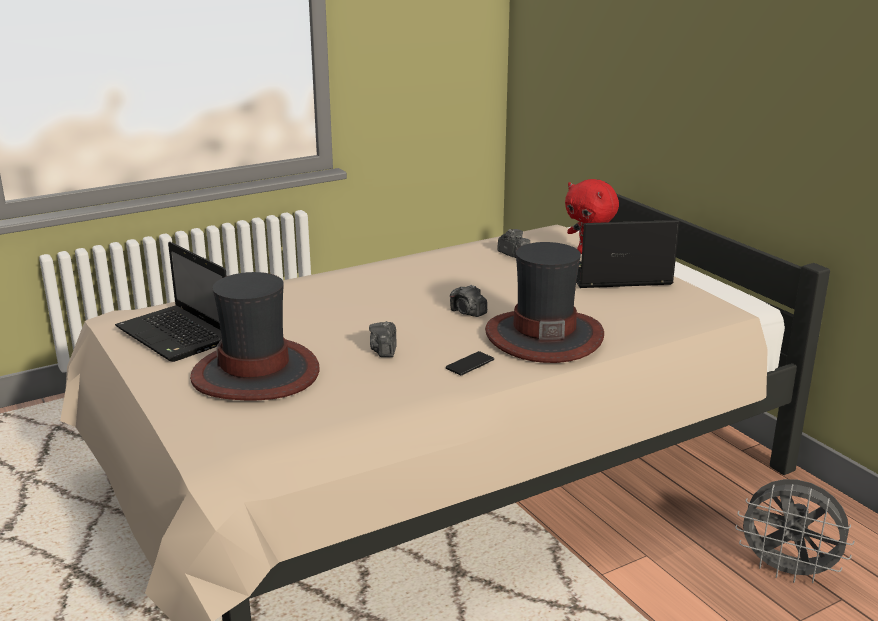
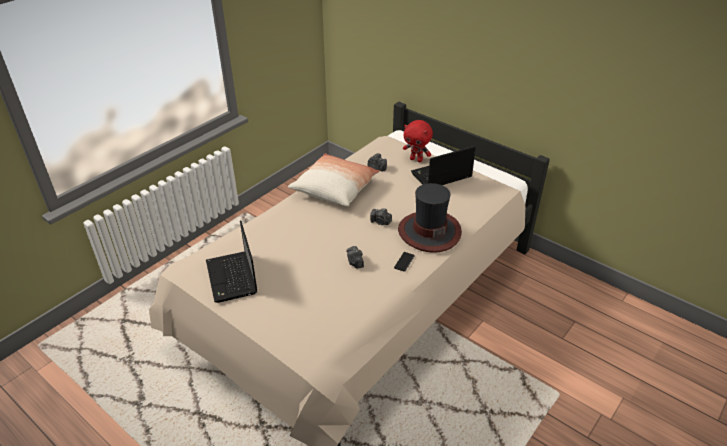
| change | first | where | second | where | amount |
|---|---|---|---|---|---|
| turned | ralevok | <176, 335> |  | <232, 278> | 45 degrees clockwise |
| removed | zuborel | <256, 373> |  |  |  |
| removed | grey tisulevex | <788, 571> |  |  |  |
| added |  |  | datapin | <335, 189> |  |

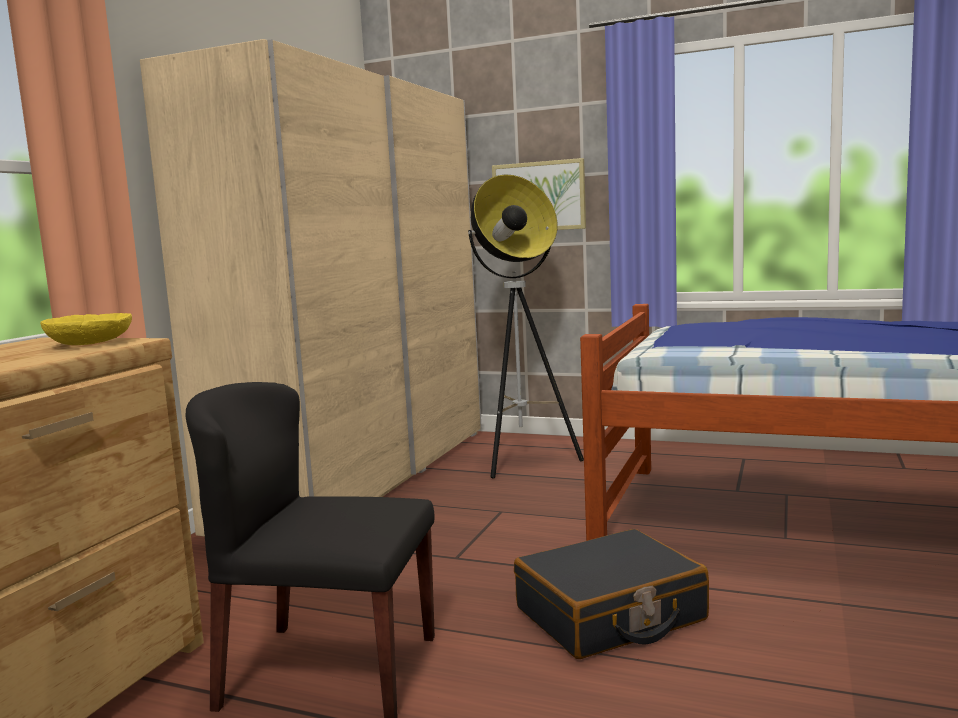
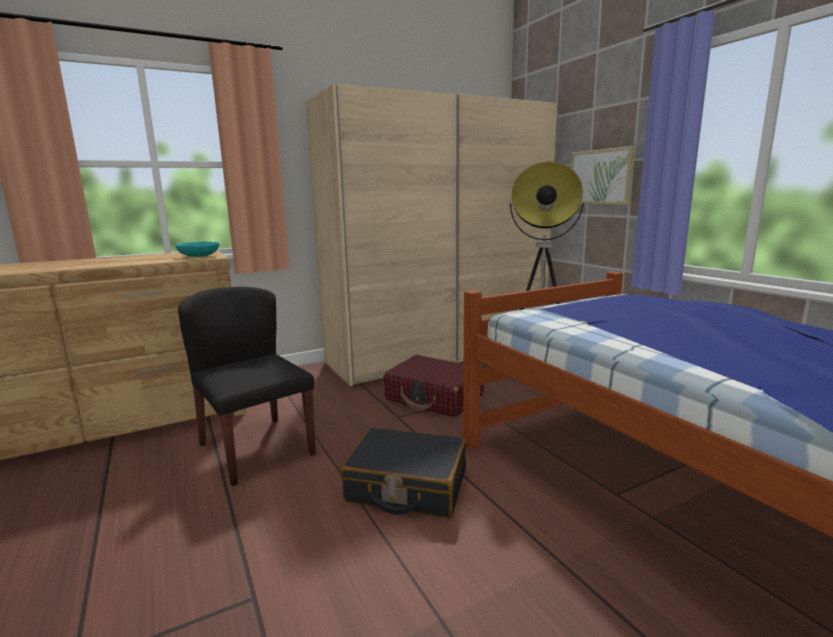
| change | first | where | second | where | amount |
|---|---|---|---|---|---|
| recoloured | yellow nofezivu | <89, 344> | turquoise nofezivu | <199, 256> |  |
| added |  |  | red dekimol | <434, 397> |  |

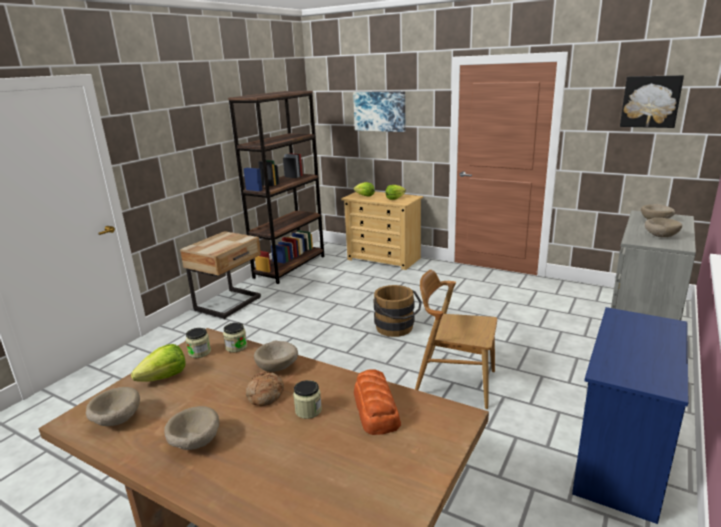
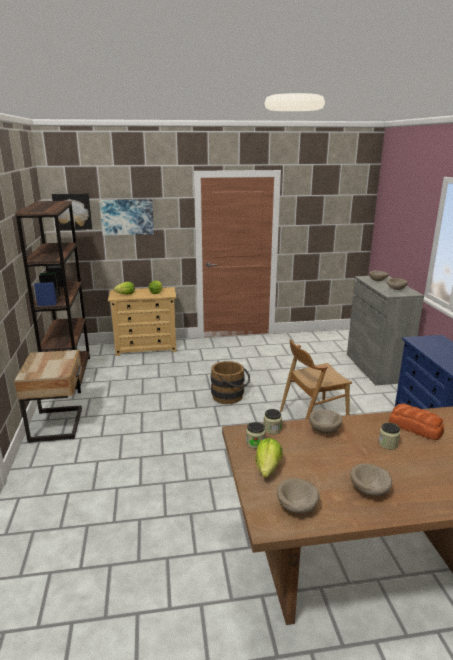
| change | first | where | second | where | amount |
|---|---|---|---|---|---|
| removed | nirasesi | <265, 395> |  |  |  |
| moved | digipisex | <650, 101> |  | <72, 211> |  |

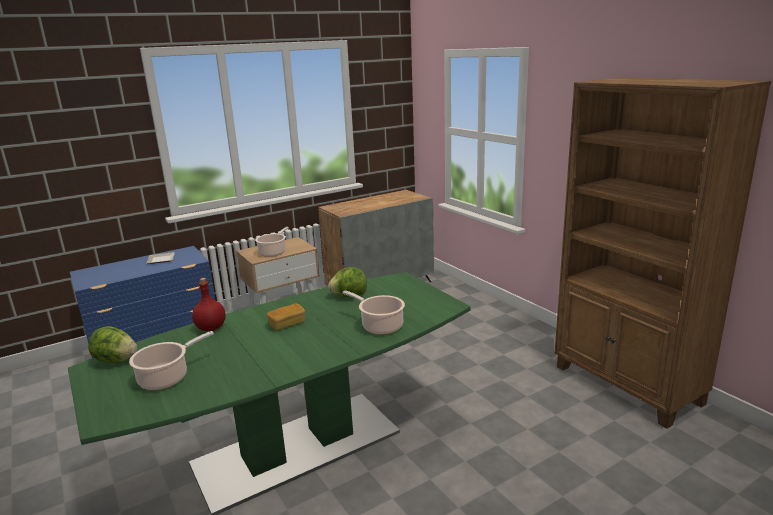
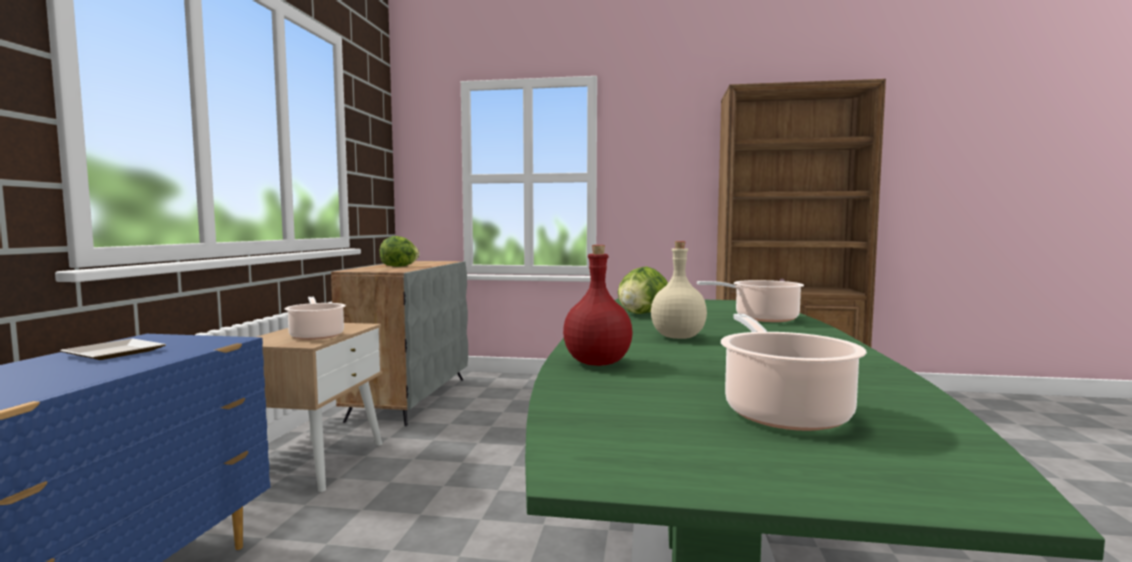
| change | first | where | second | where | amount |
|---|---|---|---|---|---|
| moved | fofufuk | <116, 360> |  | <399, 266> |  |
| replaced | nirasesi | <287, 324> | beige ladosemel | <677, 337> |  |

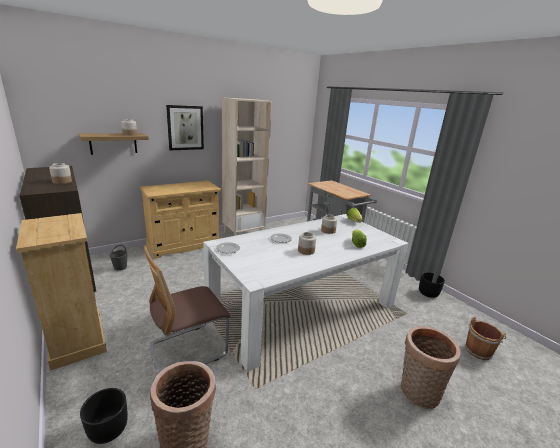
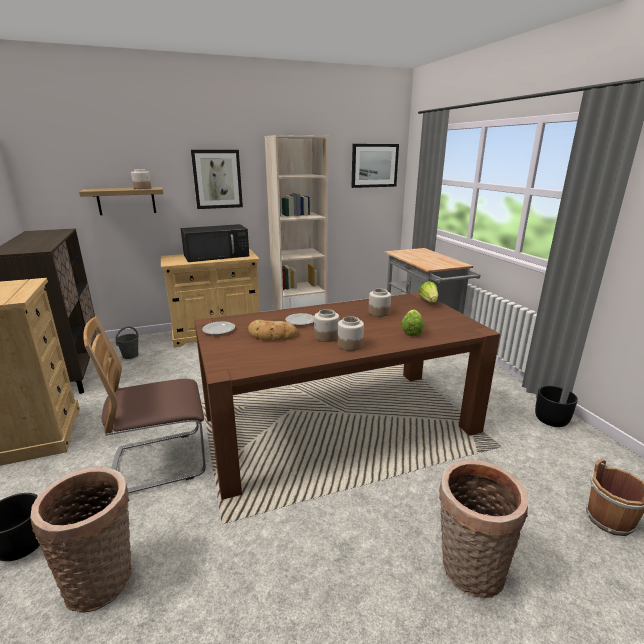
| change | first | where | second | where | amount |
|---|---|---|---|---|---|
| moved | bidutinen | <62, 181> |  | <350, 345> |  |
| recoloured | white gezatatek | <303, 307> | brown gezatatek | <339, 422> |  |
| added |  |  | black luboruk | <217, 255> |  |
| added |  |  | nirasesi | <271, 335> |  |
| added |  |  | digipisex | <374, 165> |  |

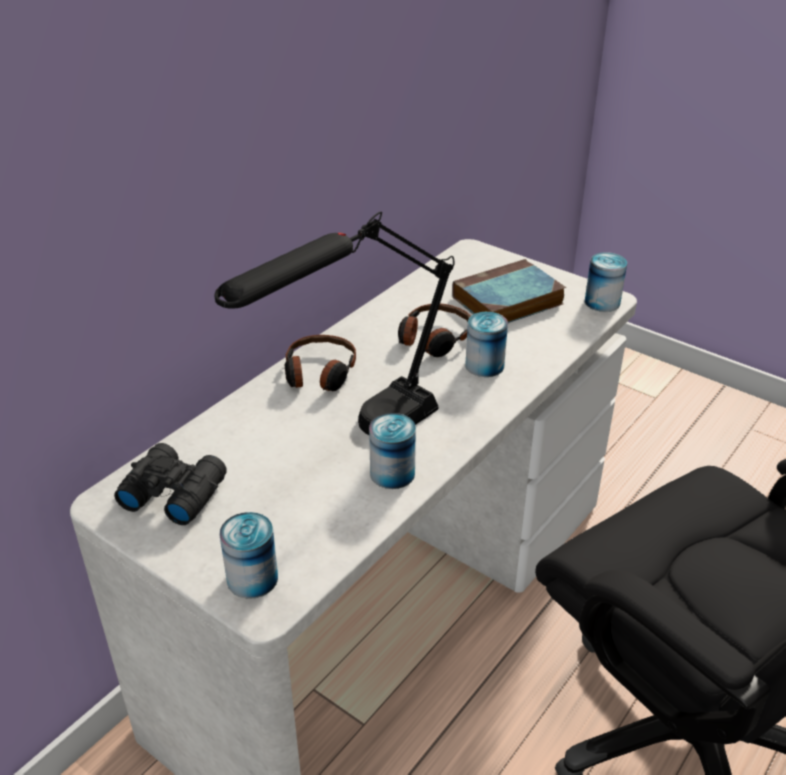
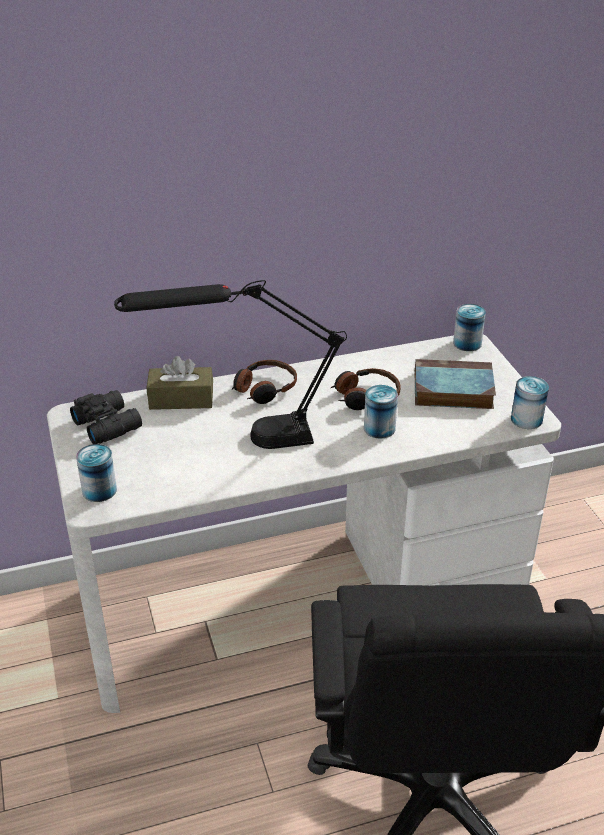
| change | first | where | second | where | amount |
|---|---|---|---|---|---|
| moved | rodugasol | <392, 473> |  | <467, 343> |  |
| added |  |  | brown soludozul | <181, 399> |  |

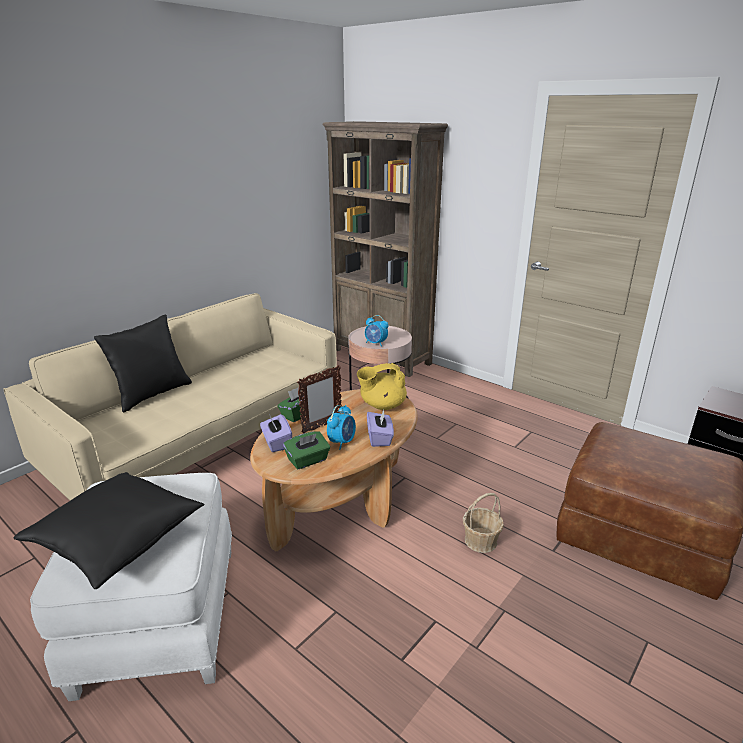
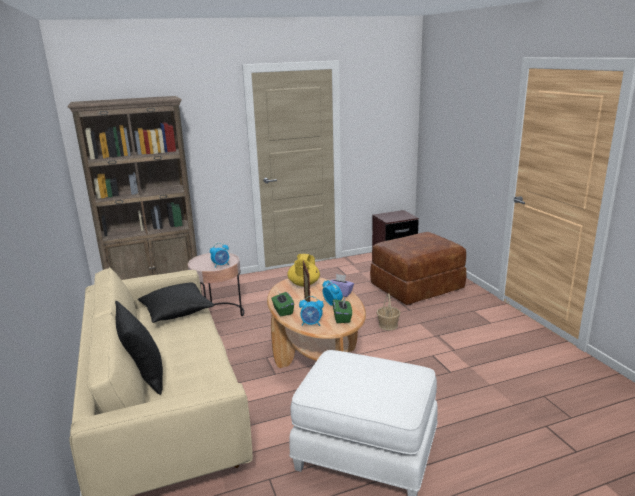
| change | first | where | second | where | amount |
|---|---|---|---|---|---|
| moved | black datapin | <117, 539> |  | <176, 311> |  |
| replaced | purple soludozul | <276, 443> | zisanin | <311, 324> |  |

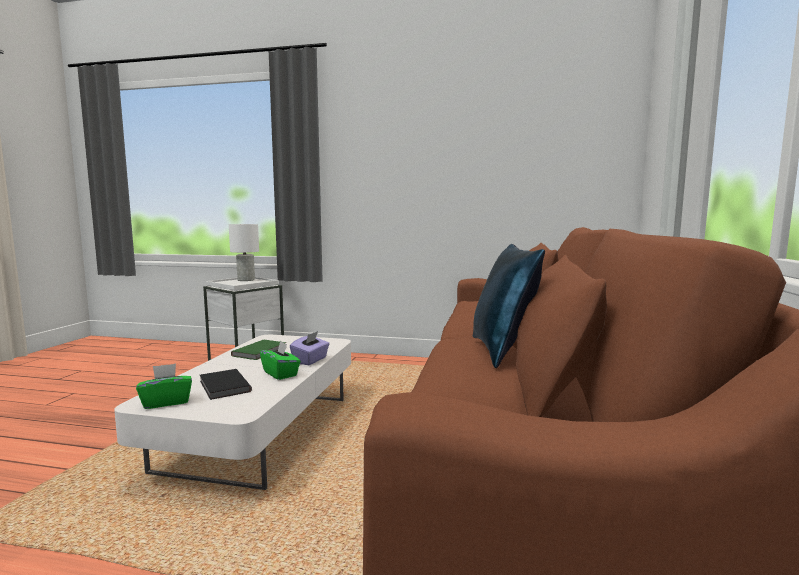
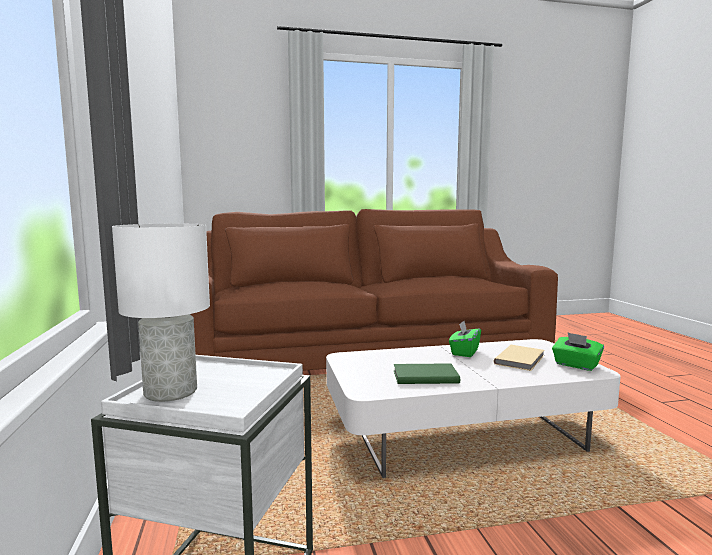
| change | first | where | second | where | amount |
|---|---|---|---|---|---|
| recoloured | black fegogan | <223, 386> | beige fegogan | <521, 360> |  |
| removed | purple soludozul | <310, 360> |  |  |  |
| removed | blue datapin | <503, 351> |  |  |  |

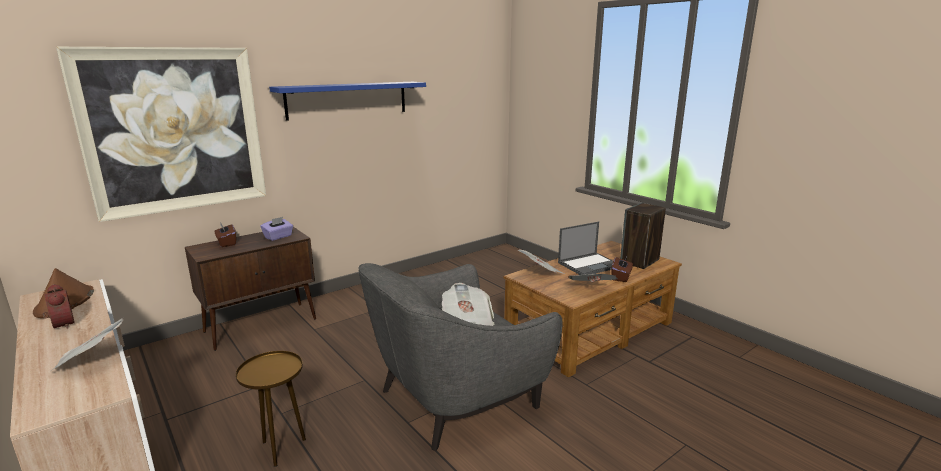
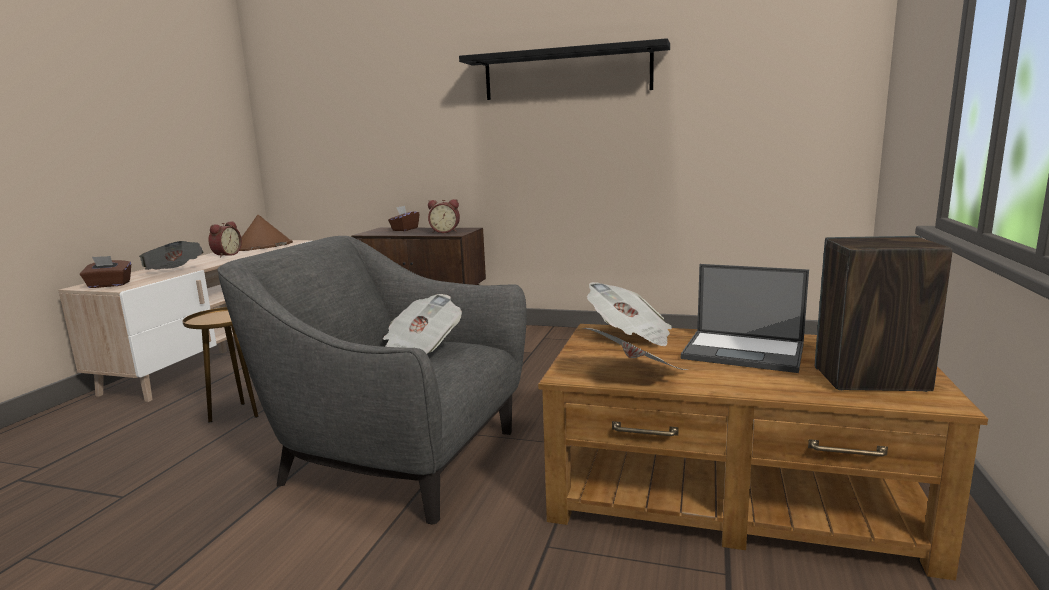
| change | first | where | second | where | amount |
|---|---|---|---|---|---|
| removed | digipisex | <174, 130> |  |  |  |
| replaced | purple soludozul | <278, 237> | zisanin | <445, 232> |  |
| recoloured | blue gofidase | <348, 99> | black gofidase | <566, 73> |  |
| moved | brown soludozul | <621, 277> |  | <109, 285> |  |

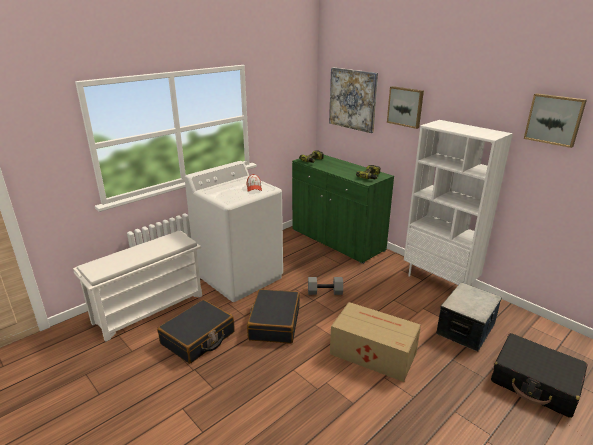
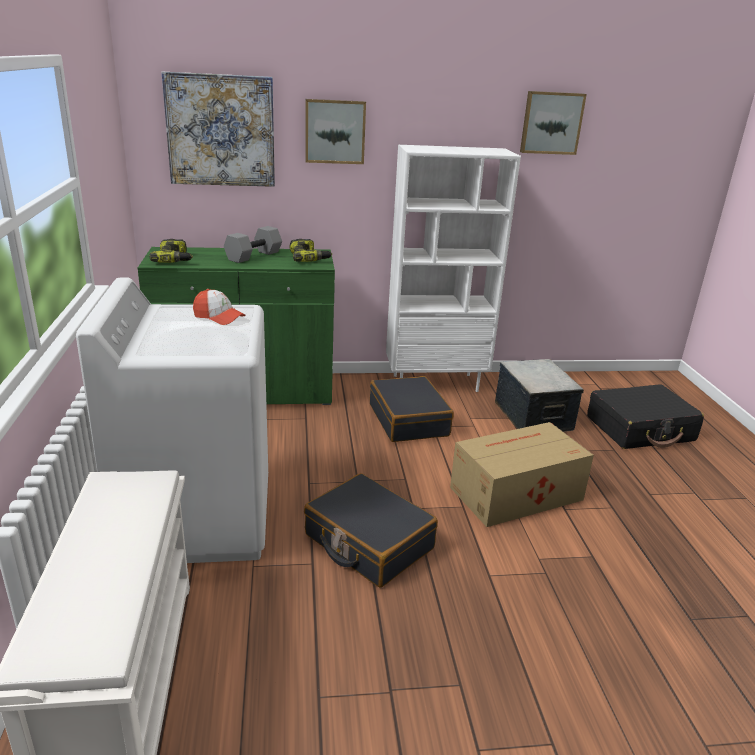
| change | first | where | second | where | amount |
|---|---|---|---|---|---|
| moved | black dekimol | <198, 338> |  | <409, 420> |  |
| moved | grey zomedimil | <325, 292> |  | <253, 255> |  |

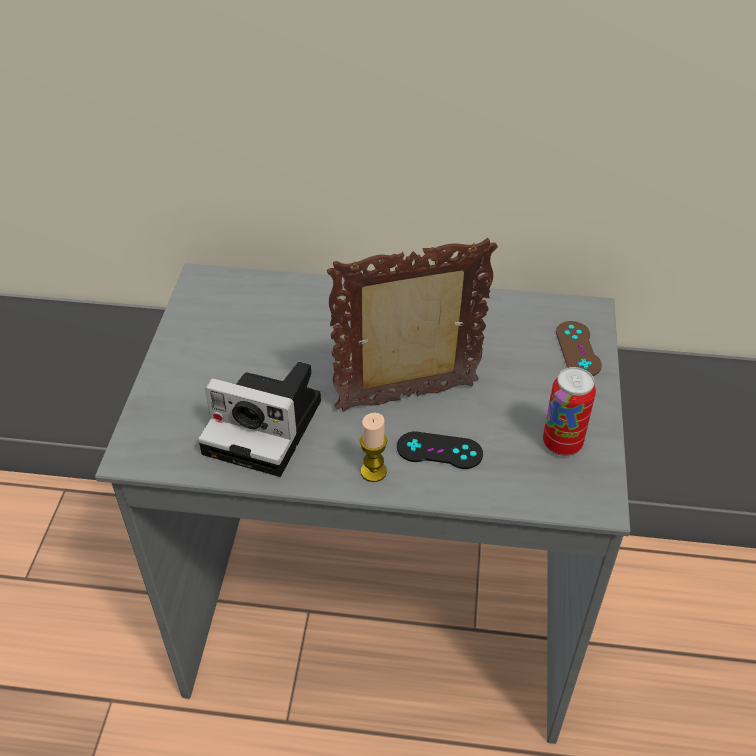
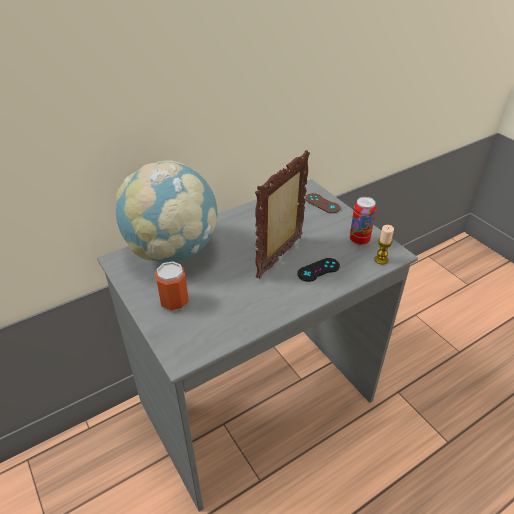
| change | first | where | second | where | amount |
|---|---|---|---|---|---|
| removed | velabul | <268, 427> |  |  |  |
| moved | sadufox | <373, 471> |  | <381, 260> |  |
| added |  |  | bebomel | <173, 251> |  |
| added |  |  | rodugasol | <174, 302> |  |

